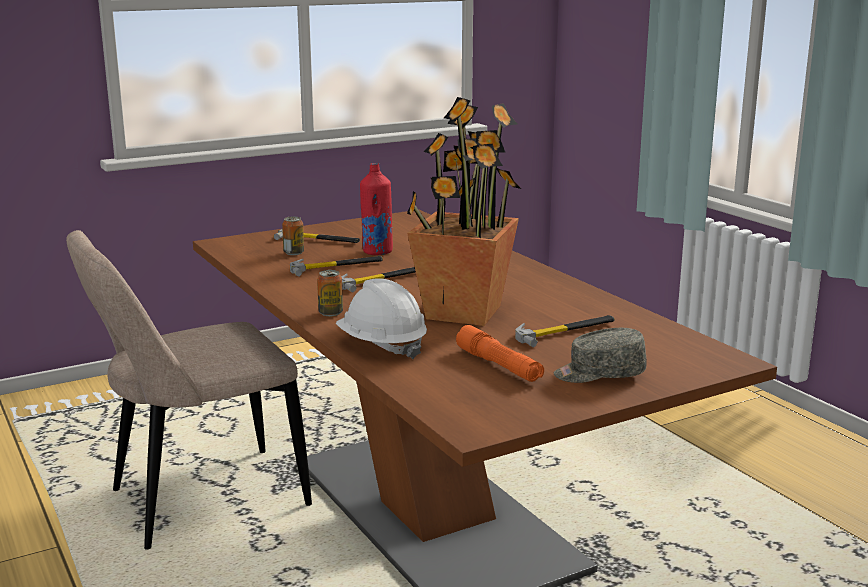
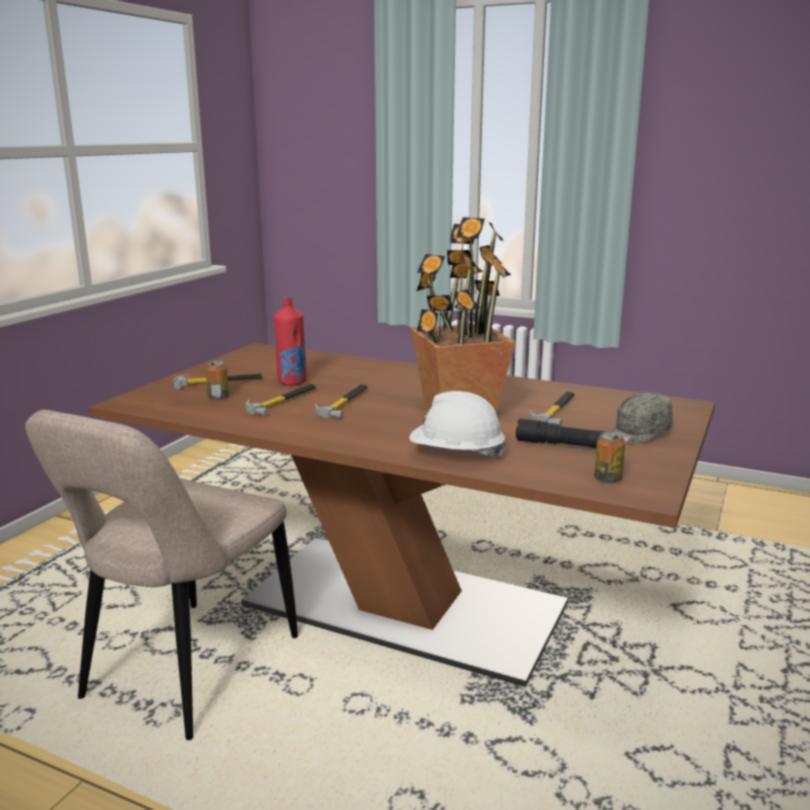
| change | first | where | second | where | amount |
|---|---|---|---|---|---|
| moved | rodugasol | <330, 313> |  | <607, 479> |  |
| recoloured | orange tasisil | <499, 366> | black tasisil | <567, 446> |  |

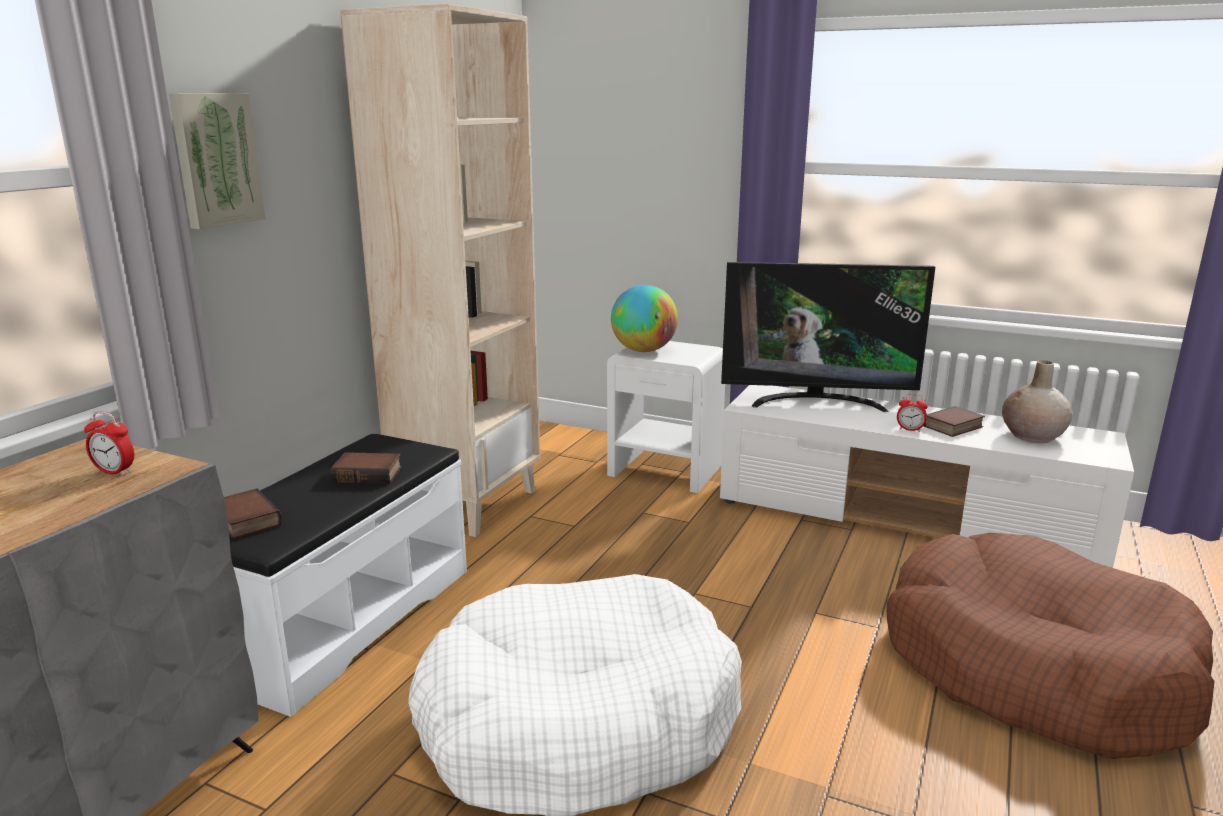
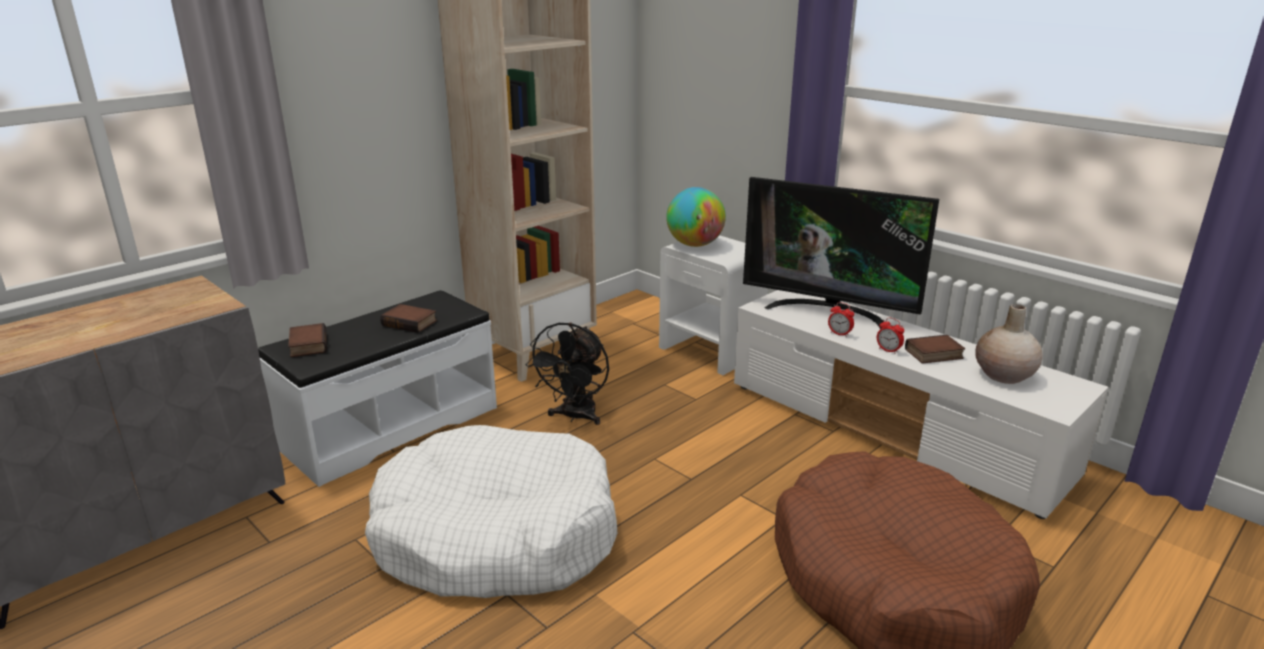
| change | first | where | second | where | amount |
|---|---|---|---|---|---|
| moved | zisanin | <115, 472> |  | <839, 334> |  |
| removed | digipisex | <215, 159> |  |  |  |
| added |  |  | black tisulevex | <575, 417> |  |

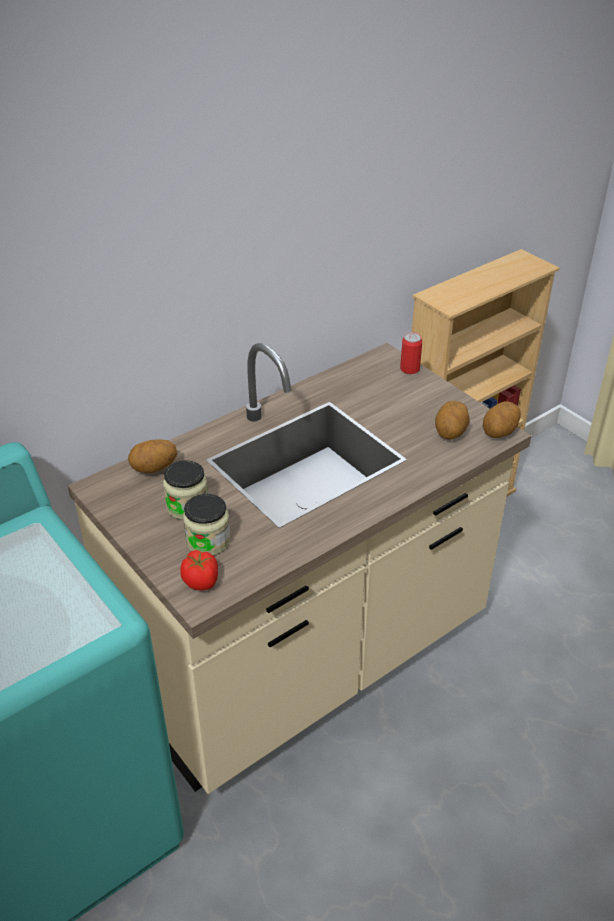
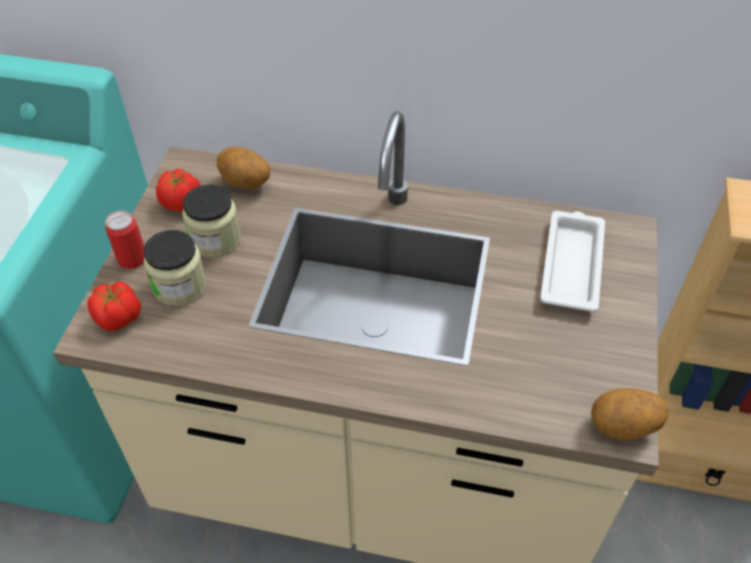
| change | first | where | second | where | amount |
|---|---|---|---|---|---|
| moved | rodugasol | <409, 369> |  | <132, 259> |  |
| removed | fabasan | <451, 432> |  |  |  |
| added |  |  | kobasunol | <182, 204> |  |
| added |  |  | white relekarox | <571, 264> |  |

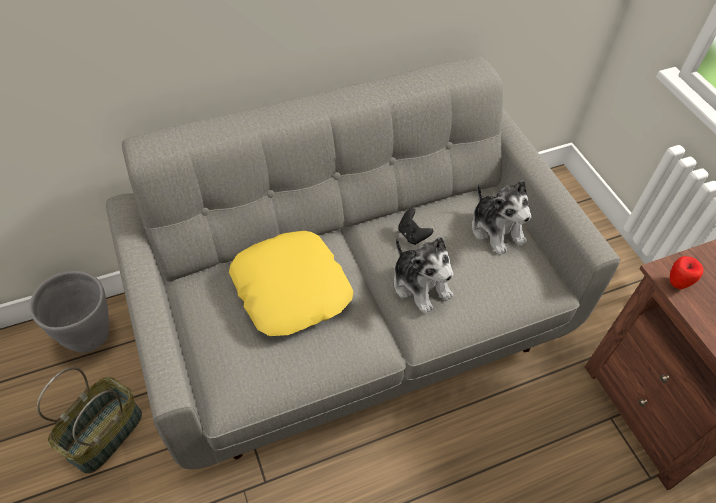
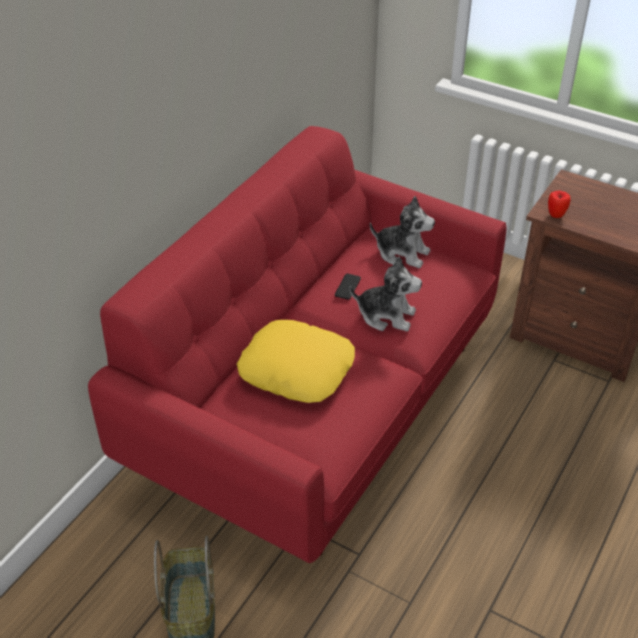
| change | first | where | second | where | amount |
|---|---|---|---|---|---|
| removed | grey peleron | <89, 336> |  |  |  |
| recoloured | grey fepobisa | <355, 321> | red fepobisa | <318, 404> |  |
| replaced | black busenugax | <412, 235> | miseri | <347, 287> |  |

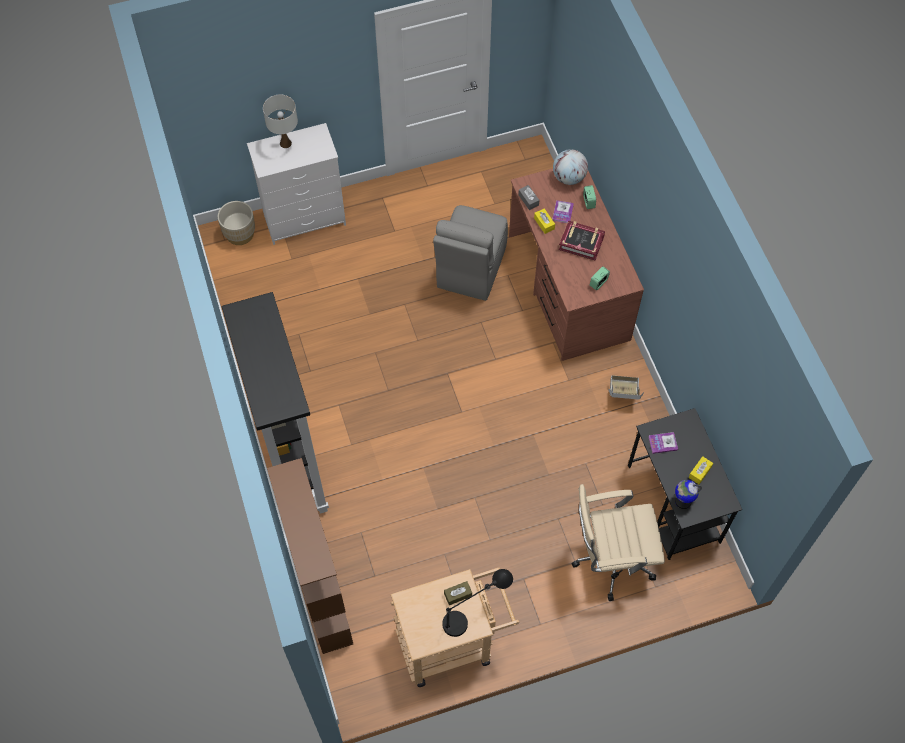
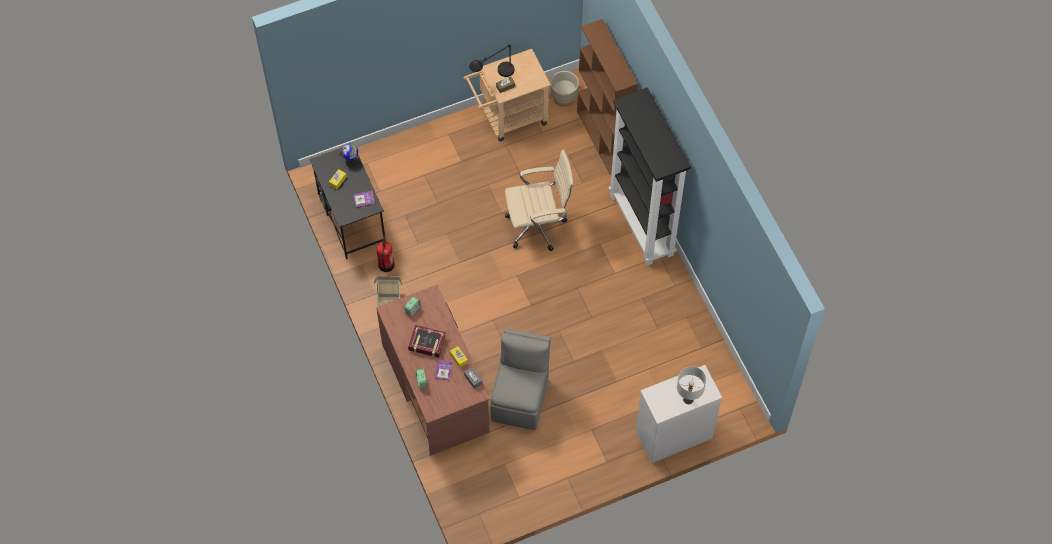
| change | first | where | second | where | amount |
|---|---|---|---|---|---|
| moved | beige peleron | <240, 234> |  | <564, 97> |  |
| removed | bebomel | <569, 177> |  |  |  |
| moved | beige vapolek | <610, 560> |  | <538, 226> |  |
| added |  |  | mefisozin | <386, 265> |  |

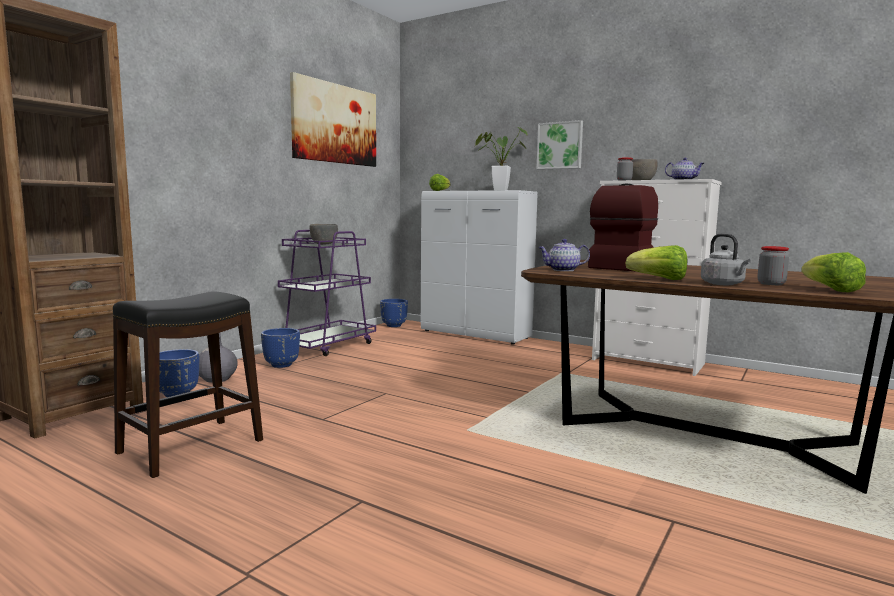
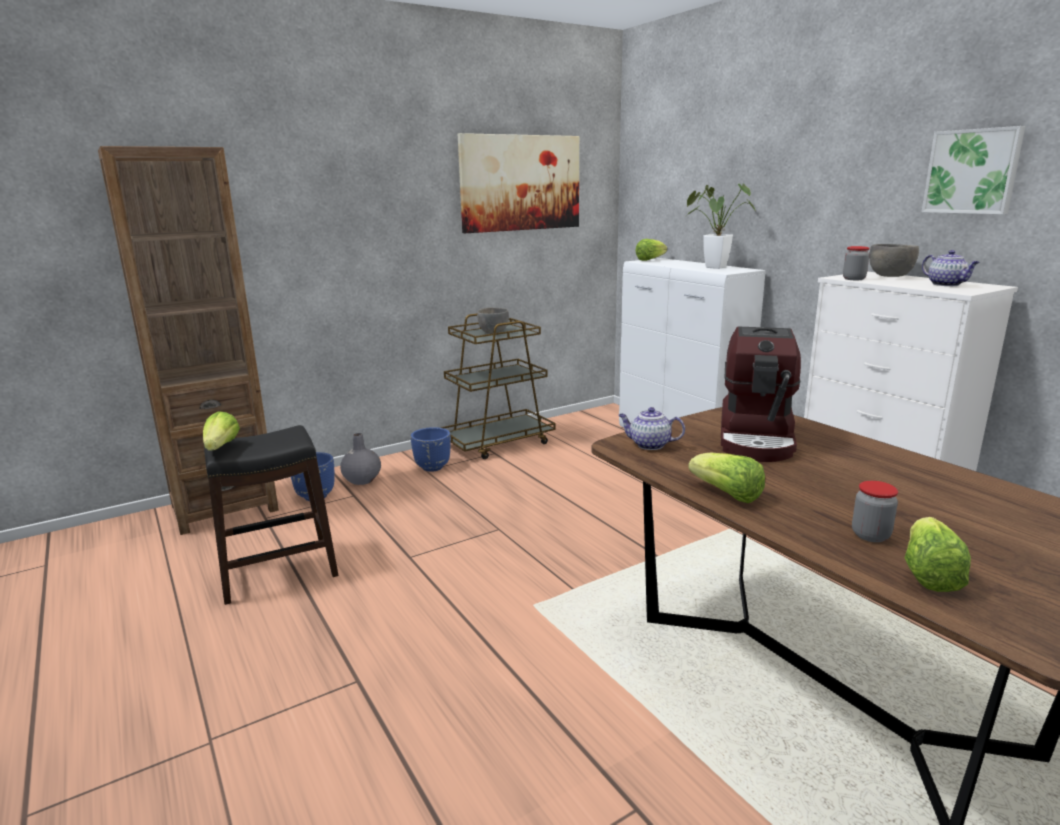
| change | first | where | second | where | amount |
|---|---|---|---|---|---|
| recoloured | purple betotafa | <327, 346> | brown betotafa | <498, 443> |  |
| removed | blue peleron | <394, 325> |  |  |  |
| moved | digipisex | <560, 145> |  | <972, 171> |  |
| turned | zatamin | <625, 266> |  | <757, 439> | 135 degrees clockwise |
| removed | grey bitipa | <724, 284> |  |  |  |
| added |  |  | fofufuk | <221, 447> |  |

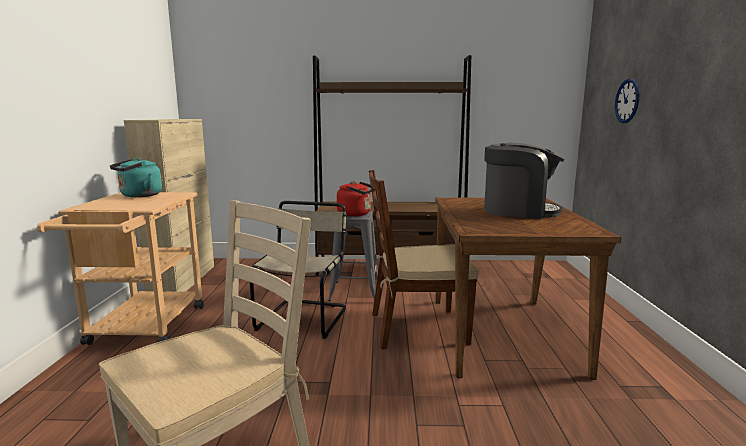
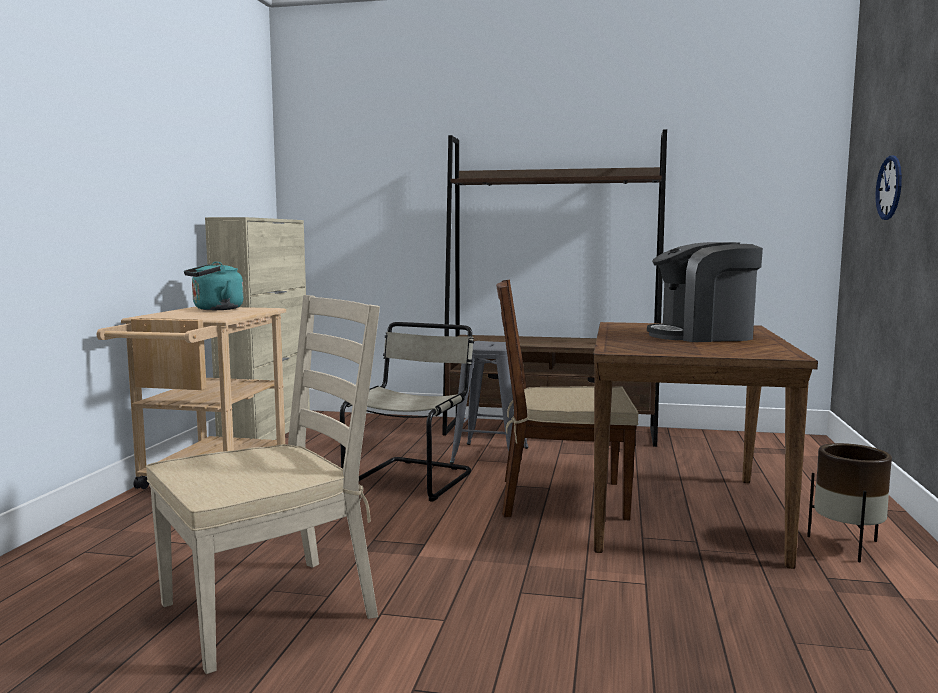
| change | first | where | second | where | amount |
|---|---|---|---|---|---|
| removed | red bitipa | <356, 214> |  |  |  |
| turned | zatamin | <518, 211> |  | <702, 336> | 150 degrees clockwise |
| added |  |  | brown peleron | <846, 546> |  |

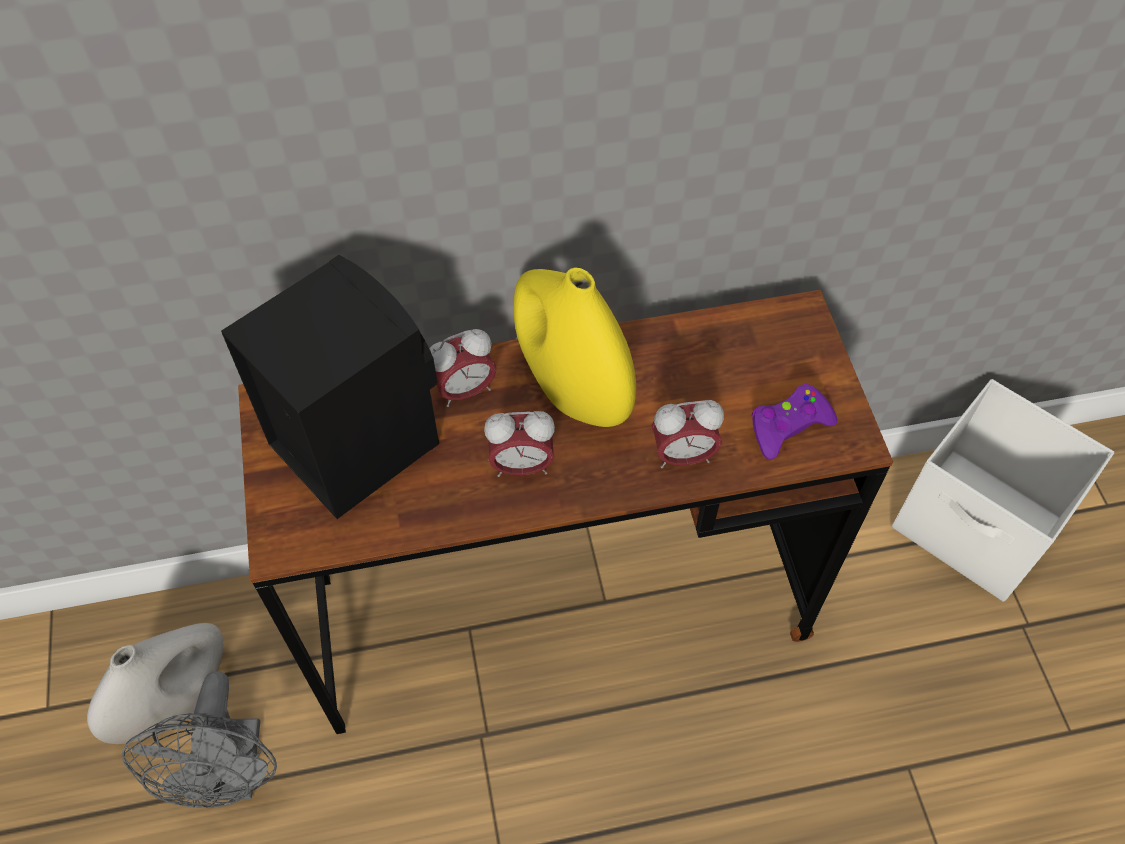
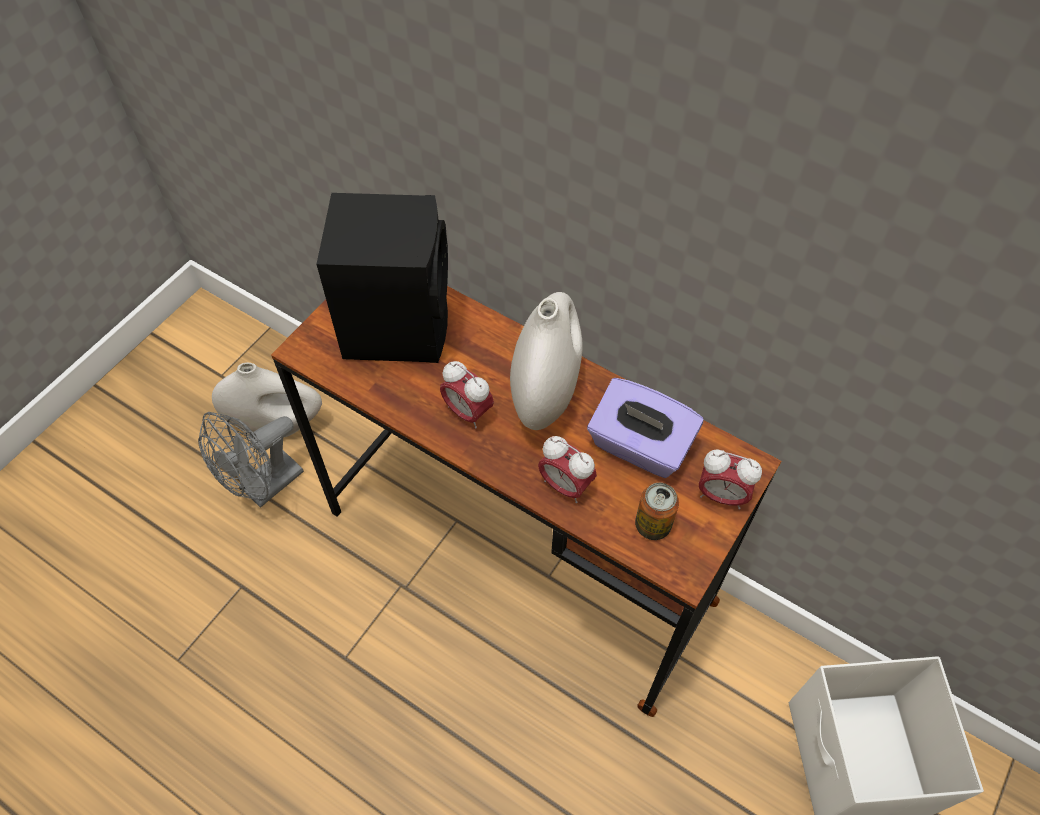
| change | first | where | second | where | amount |
|---|---|---|---|---|---|
| moved | zisanin | <464, 390> |  | <721, 495> |  |
| recoloured | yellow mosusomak | <571, 390> | white mosusomak | <545, 393> |  |
| replaced | purple busenugax | <788, 426> | rodugasol | <652, 525> |  |
| added |  |  | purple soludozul | <639, 446> |  |

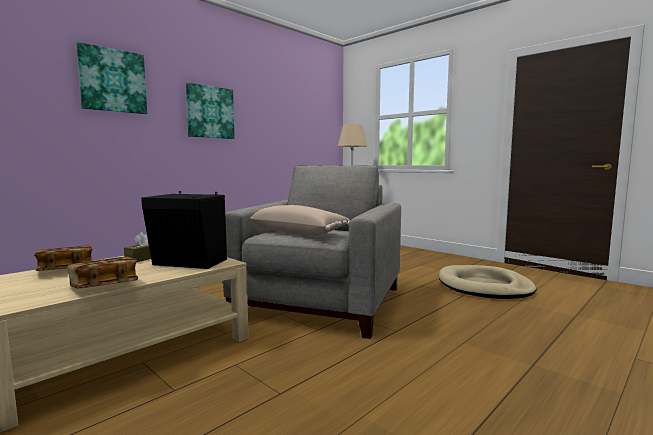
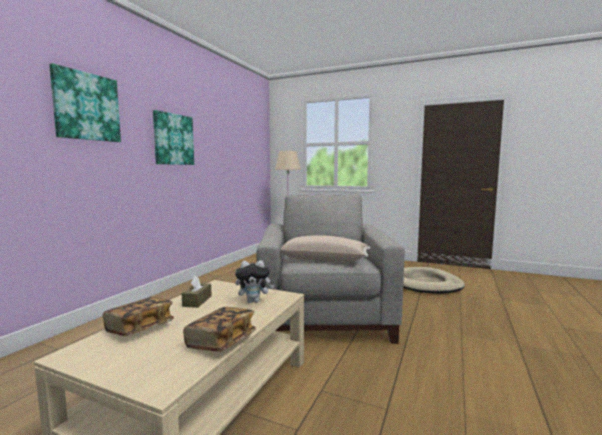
| change | first | where | second | where | amount |
|---|---|---|---|---|---|
| replaced | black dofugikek | <189, 263> | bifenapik | <254, 301> |  |

